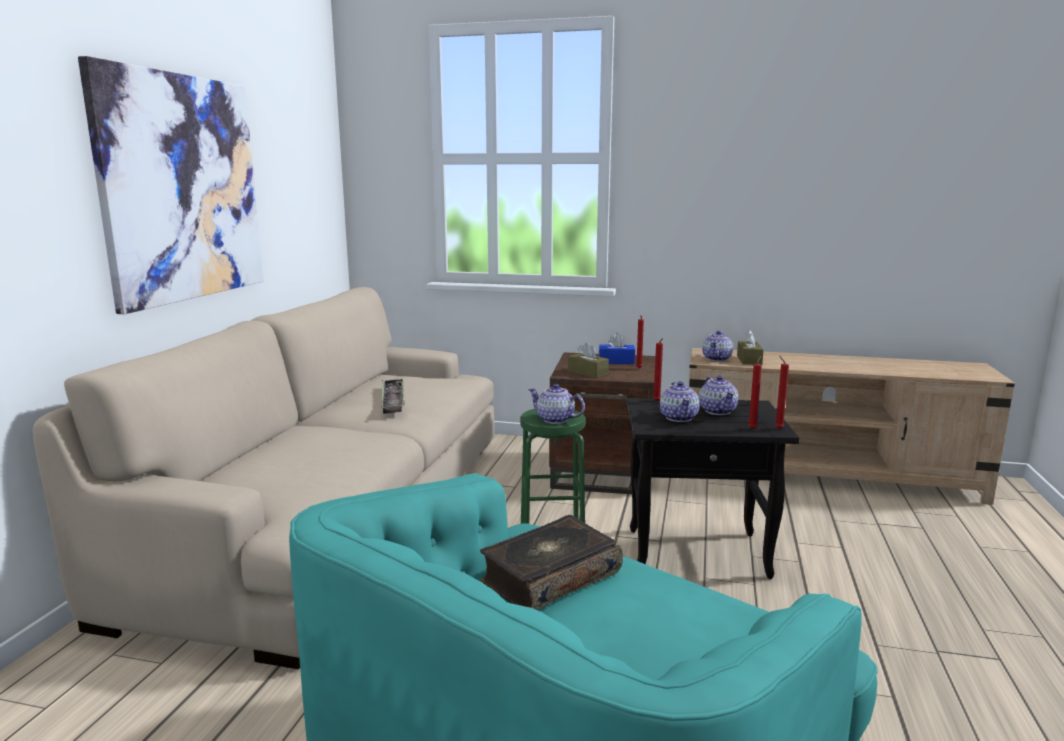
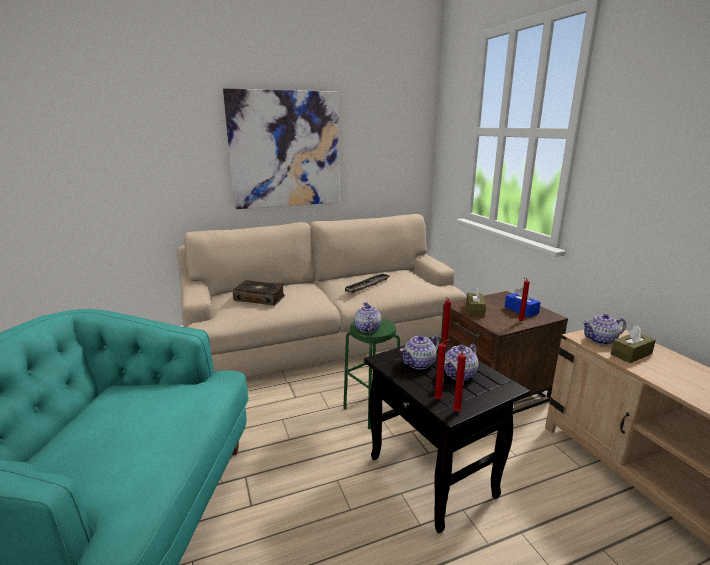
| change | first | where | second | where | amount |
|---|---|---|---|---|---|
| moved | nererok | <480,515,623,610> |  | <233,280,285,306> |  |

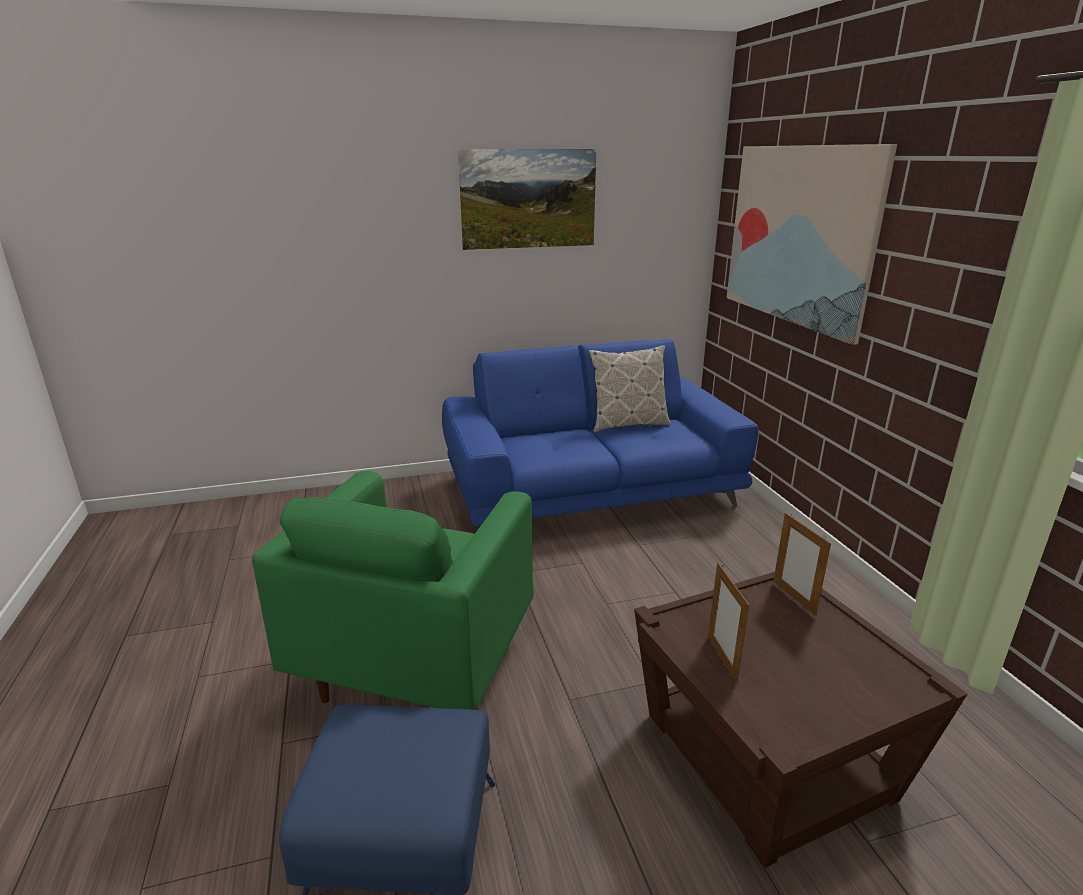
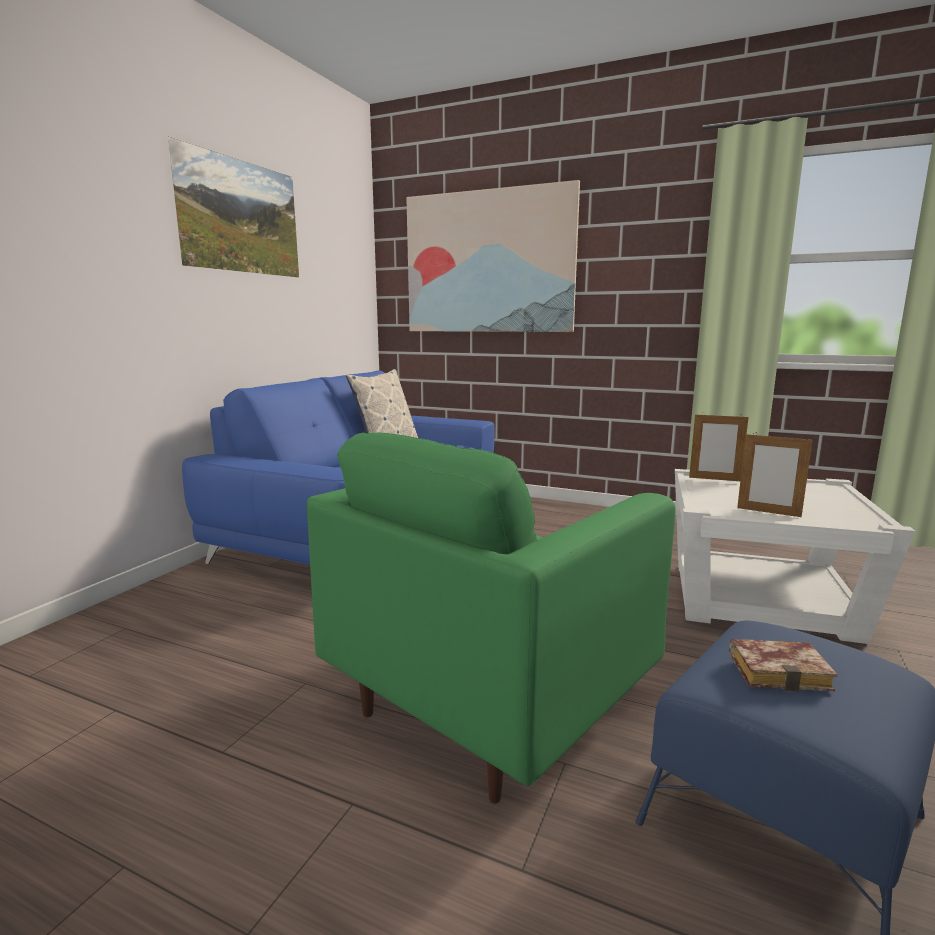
| change | first | where | second | where | amount |
|---|---|---|---|---|---|
| added |  |  | nererok | <729,639,837,692> |  |
| recoloured | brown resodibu | <634,572,968,868> | white resodibu | <675,469,915,644> |  |
| turned | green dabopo | <252,471,534,710> |  | <307,433,675,803> | 75 degrees clockwise |

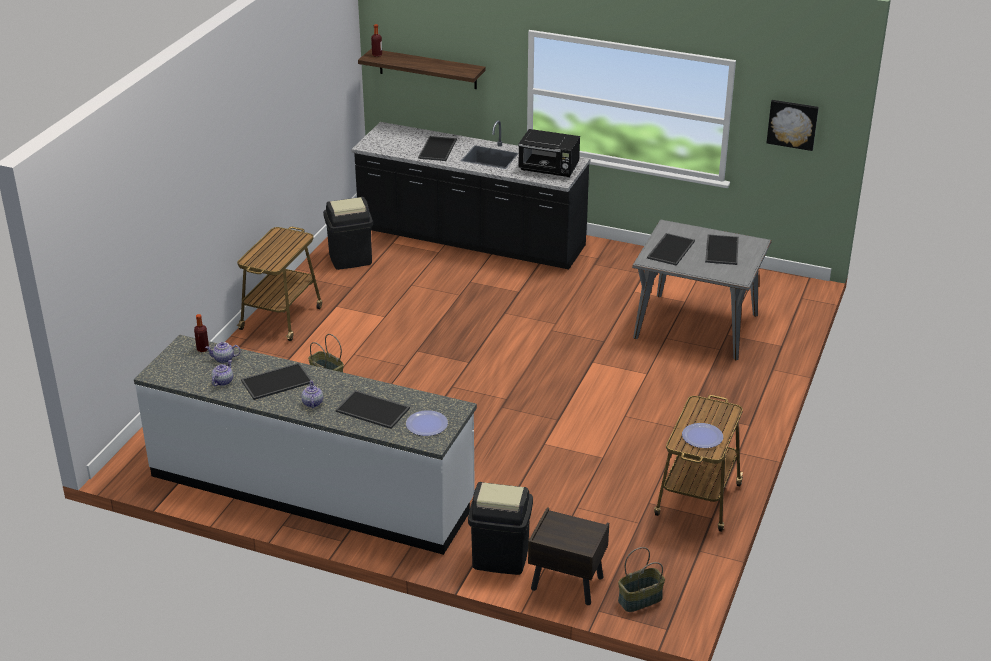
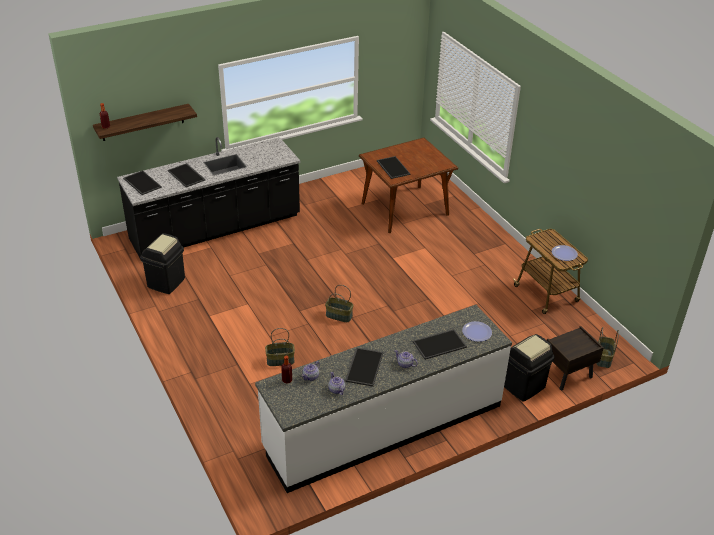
| change | first | where | second | where | amount |
|---|---|---|---|---|---|
| removed | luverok | <236,227,322,341> |  |  |  |
| removed | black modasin | <518,129,580,177> |  |  |  |
| removed | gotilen | <767,100,819,151> |  |  |  |
| added |  |  | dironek | <325,285,353,322> |  |
| moved | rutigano | <705,234,739,265> |  | <123,170,162,195> |  |
| recoloured | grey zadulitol | <632,219,772,360> | brown zadulitol | <359,138,458,233> |  |

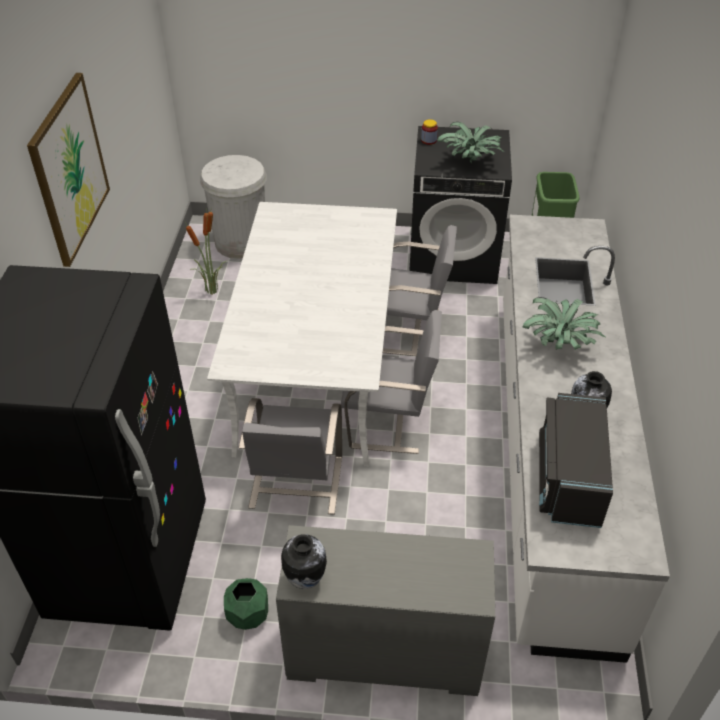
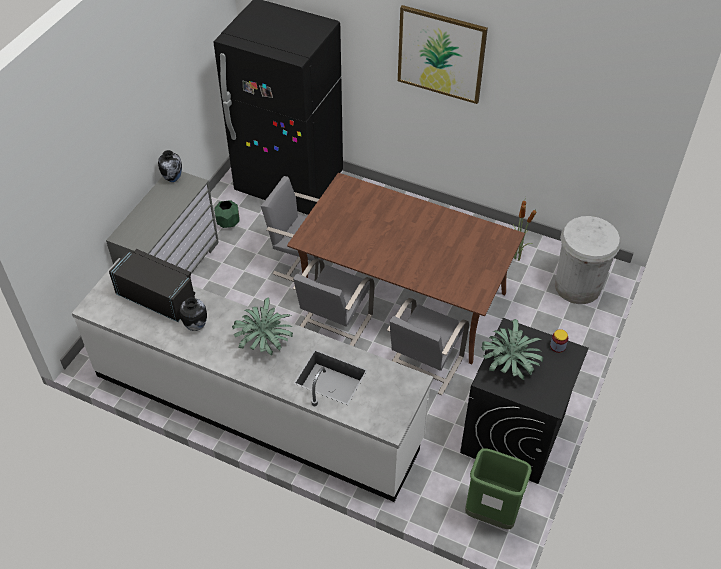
| change | first | where | second | where | amount |
|---|---|---|---|---|---|
| recoloured | white zadulitol | <207,202,397,467> | brown zadulitol | <287,173,525,364> |  |

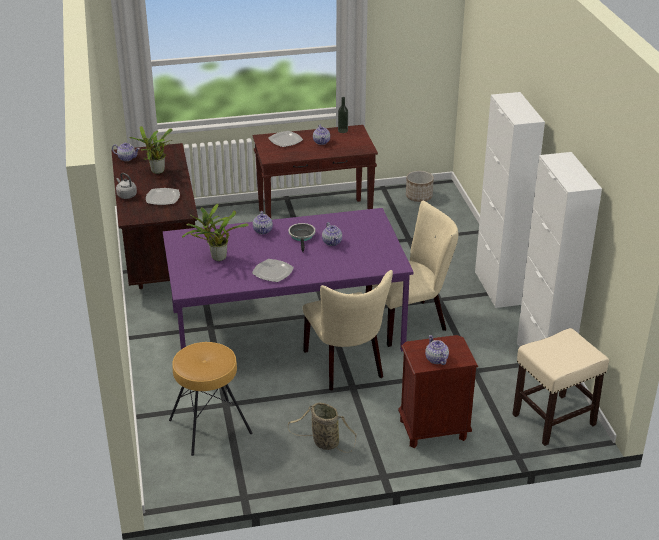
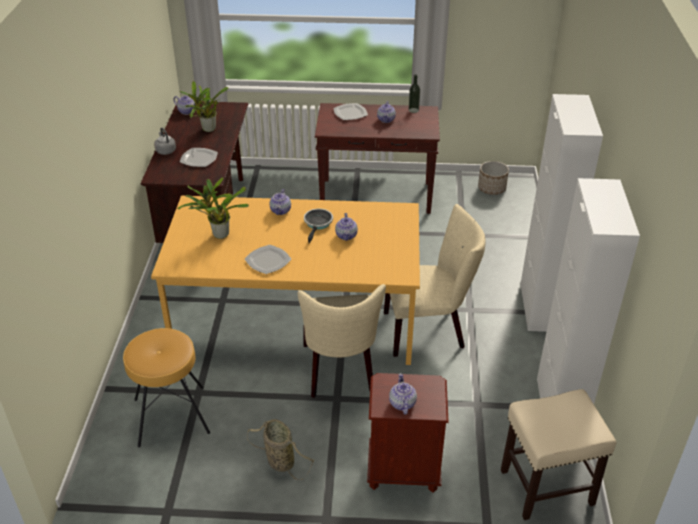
| change | first | where | second | where | amount |
|---|---|---|---|---|---|
| recoloured | purple zadulitol | <163,208,414,351> | orange zadulitol | <151,196,420,365> |  |

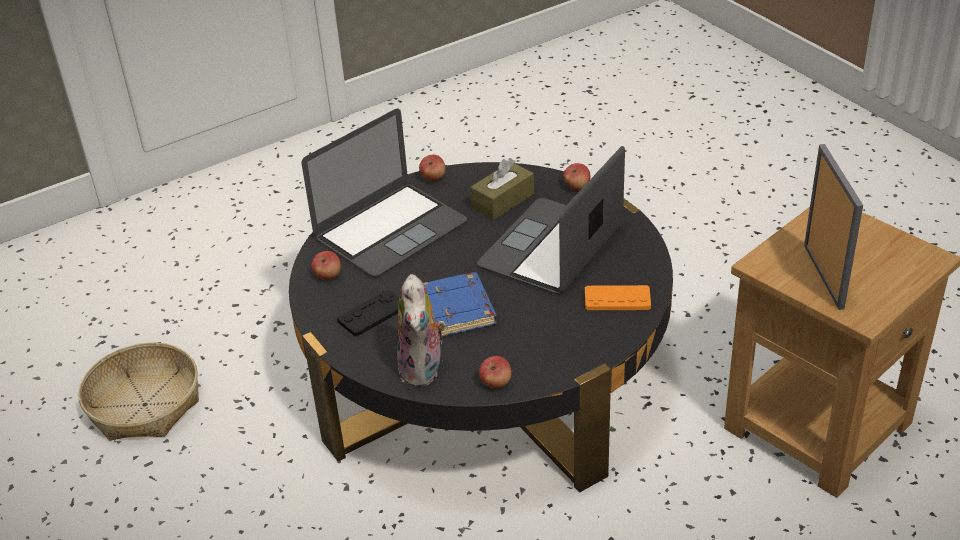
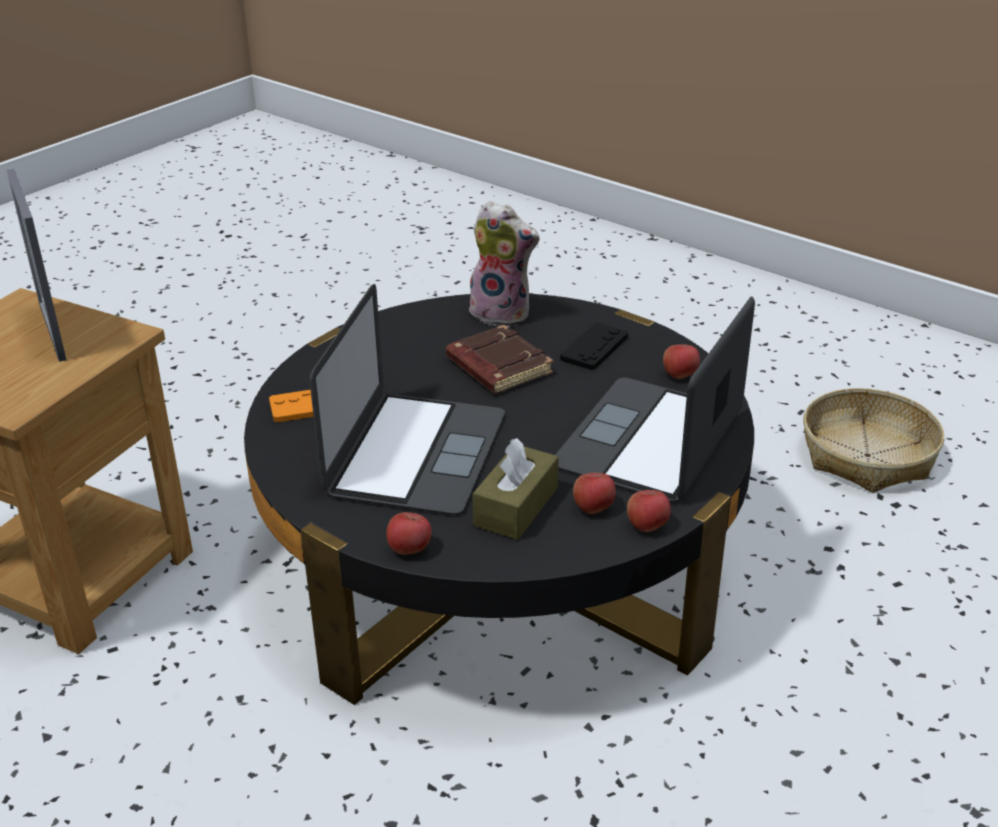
| change | first | where | second | where | amount |
|---|---|---|---|---|---|
| moved | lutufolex | <479,356,512,388> |  | <573,473,616,514> |  |
| recoloured | blue nererok | <423,272,497,337> | brown nererok | <446,325,553,394> |  |
| turned | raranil | <397,274,446,387> |  | <466,201,539,328> | 135 degrees clockwise |

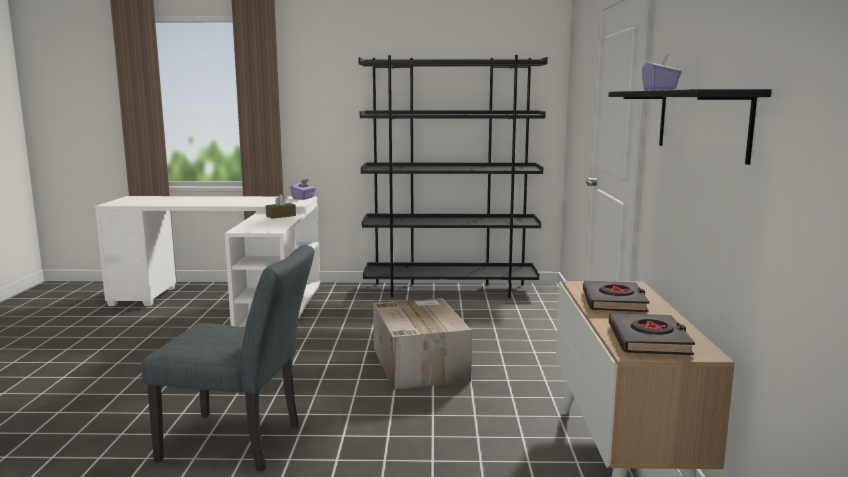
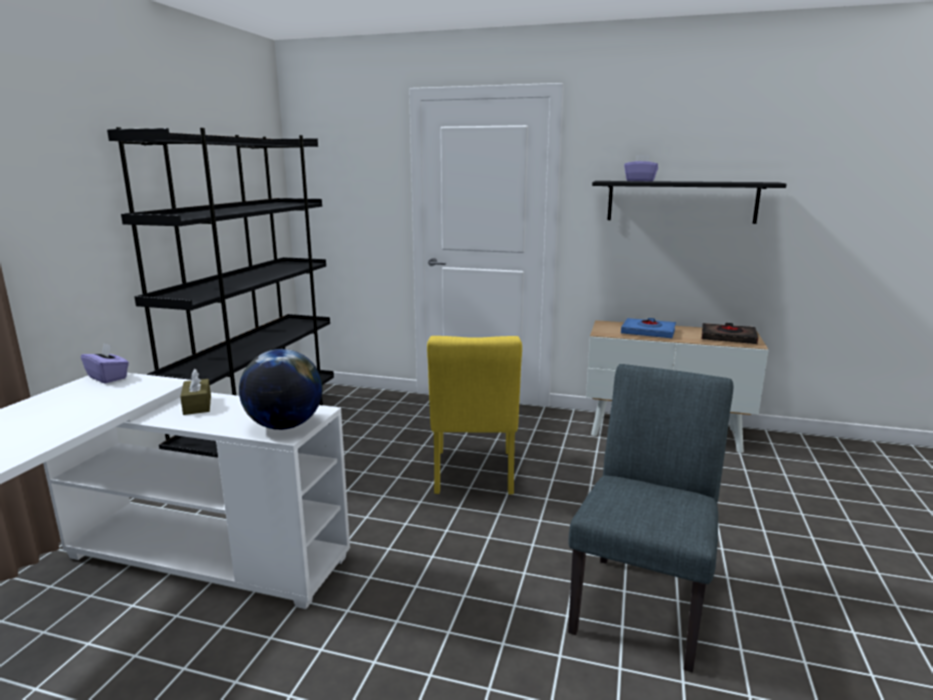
| change | first | where | second | where | amount |
|---|---|---|---|---|---|
| added |  |  | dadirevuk | <239,349,323,430> |  |
| replaced | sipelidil | <373,298,472,390> | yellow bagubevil | <427,336,522,495> |  |
| recoloured | black nererok | <583,281,649,312> | blue nererok | <621,318,676,338> |  |

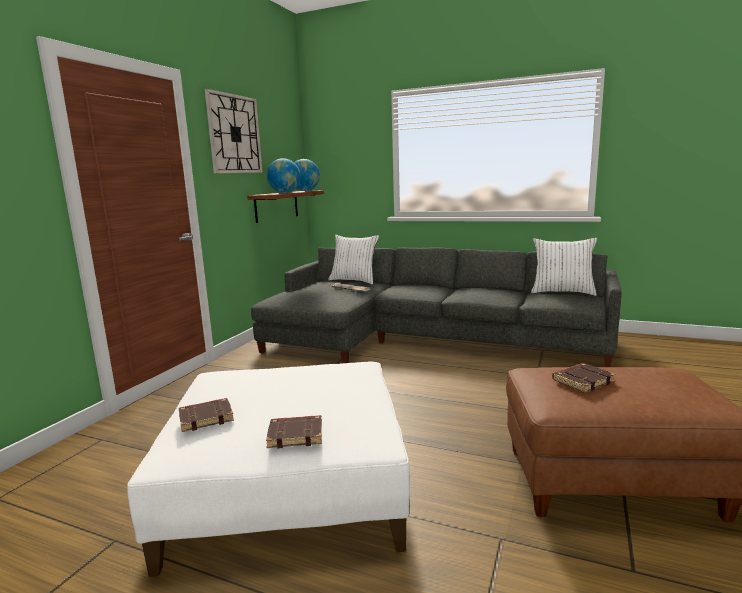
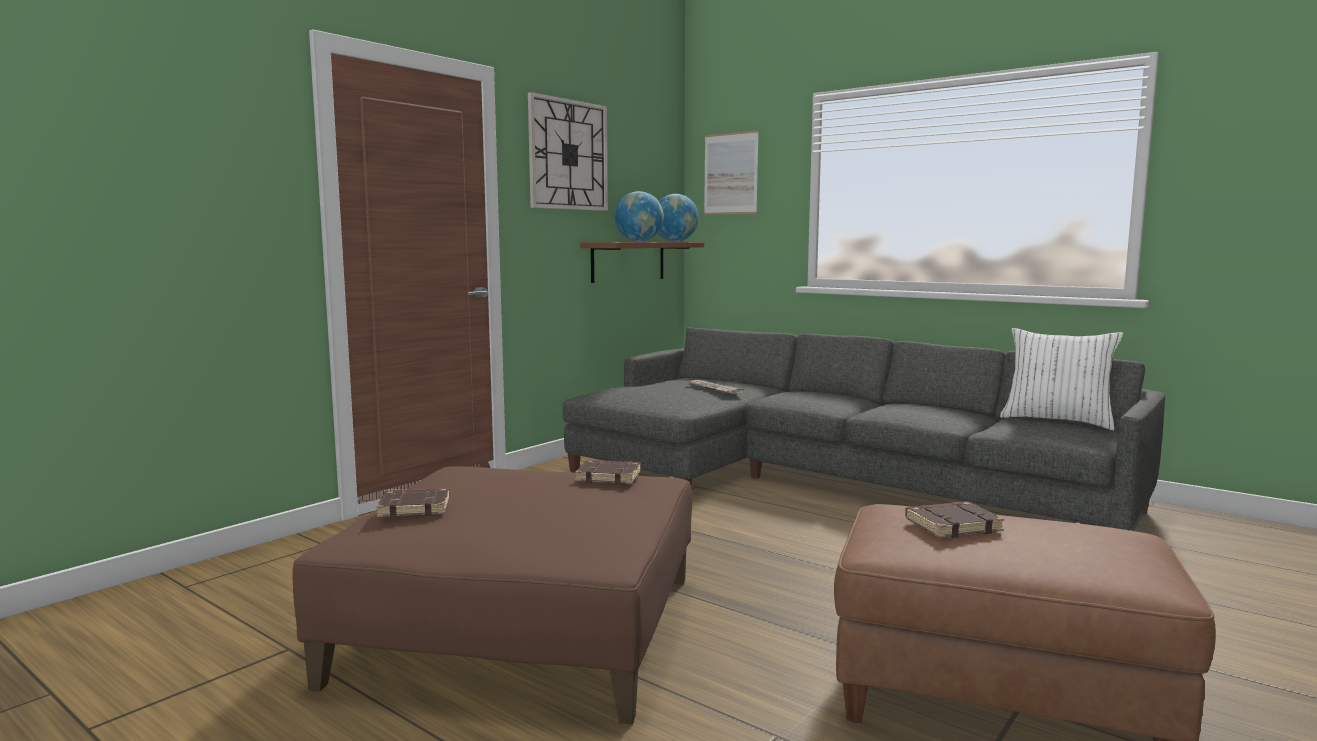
| change | first | where | second | where | amount |
|---|---|---|---|---|---|
| removed | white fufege | <328,235,379,284> |  |  |  |
| added |  |  | gotilen | <704,131,759,215> |  |
| moved | brown nererok | <266,415,322,449> |  | <575,460,641,485> |  |
| recoloured | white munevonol | <127,361,410,577> | brown munevonol | <292,466,692,725> |  |

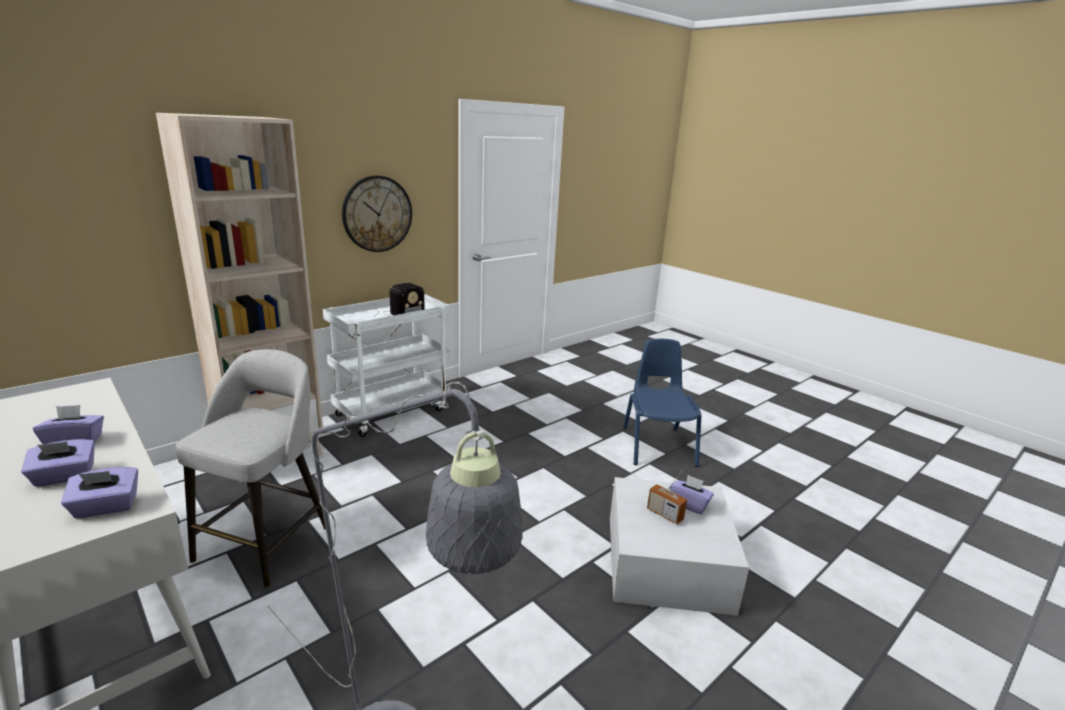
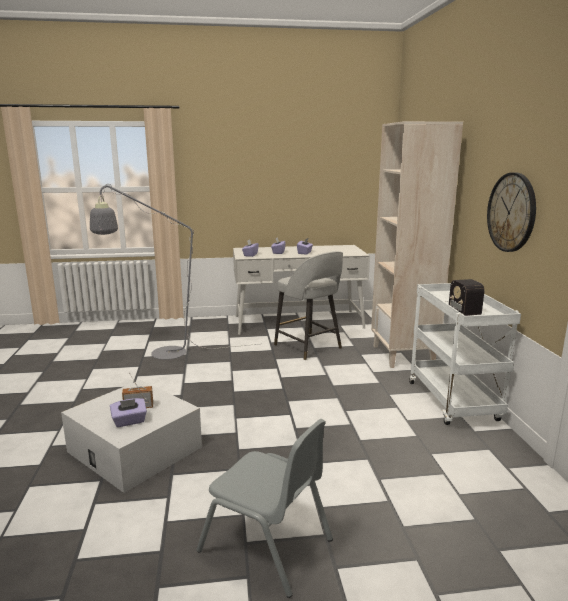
| change | first | where | second | where | amount |
|---|---|---|---|---|---|
| recoloured | blue bagubevil | <623,339,701,467> | grey bagubevil | <196,419,333,598> |  |

